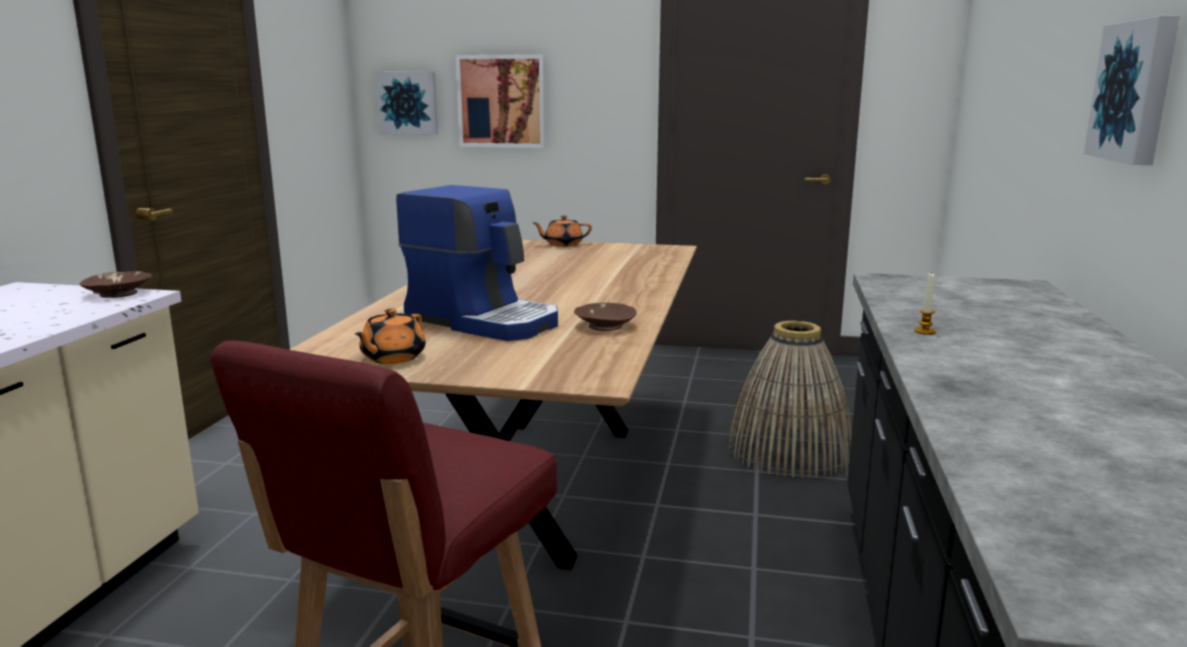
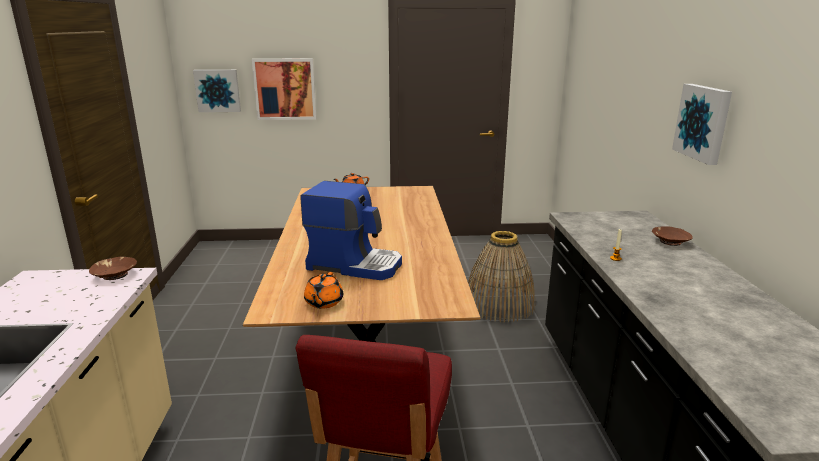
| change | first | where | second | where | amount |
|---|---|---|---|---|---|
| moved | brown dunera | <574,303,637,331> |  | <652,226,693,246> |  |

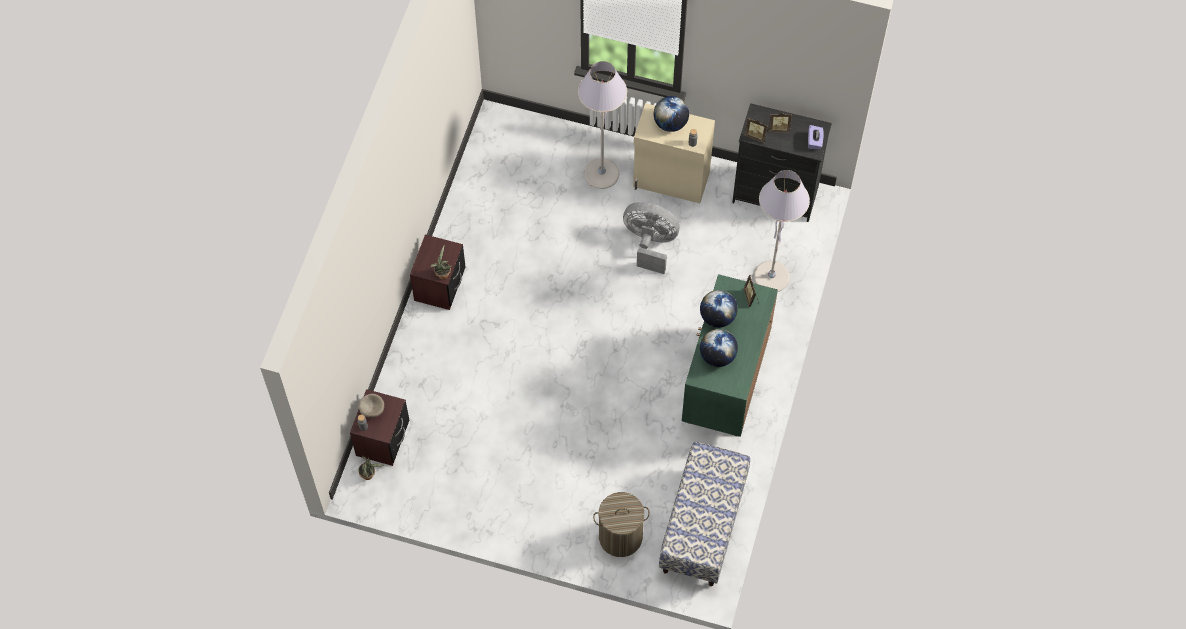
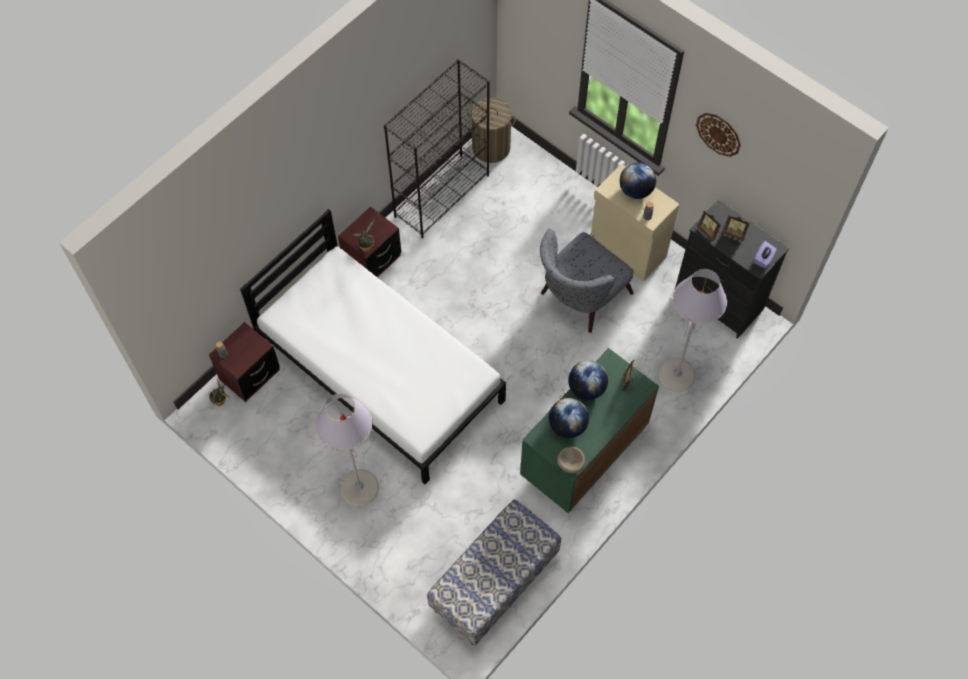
| change | first | where | second | where | amount |
|---|---|---|---|---|---|
| added |  |  | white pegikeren | <240,209,506,484> |  |
| added |  |  | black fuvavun | <384,59,490,238> |  |
| added |  |  | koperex | <696,113,741,157> |  |
| moved | beige dunera | <359,394,384,418> |  | <557,447,585,473> |  |
| moved | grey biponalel | <578,61,627,189> |  | <316,393,379,506> |  |
| moved | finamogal | <593,492,650,557> |  | <467,97,515,163> |  |
| replaced | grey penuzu | <623,202,680,274> | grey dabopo | <540,228,634,333> |  |

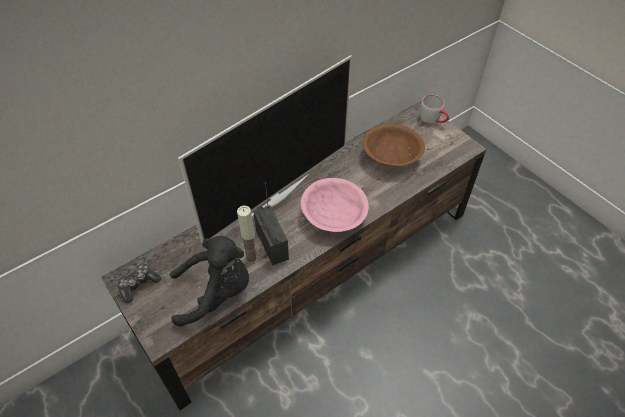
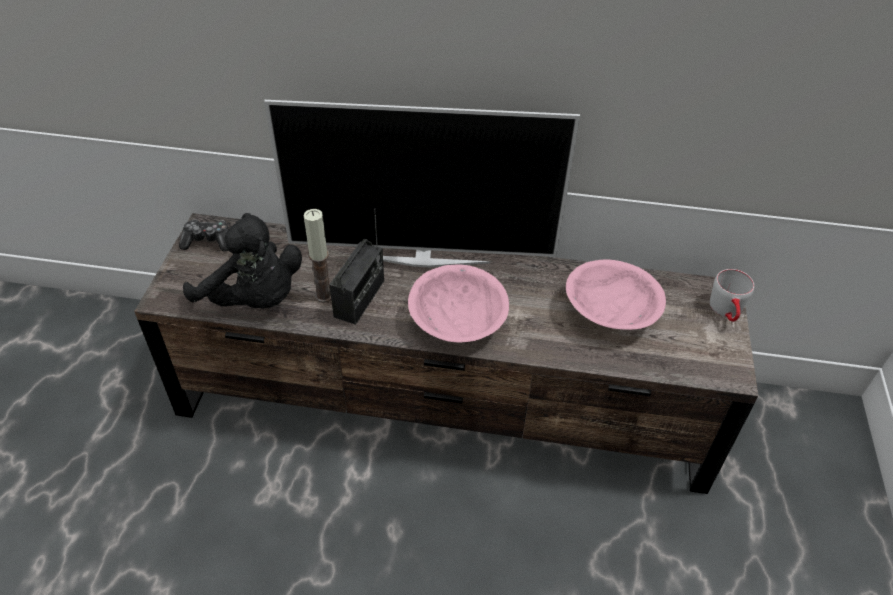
| change | first | where | second | where | amount |
|---|---|---|---|---|---|
| recoloured | brown dunera | <363,124,425,166> | pink dunera | <566,259,666,330> |  |

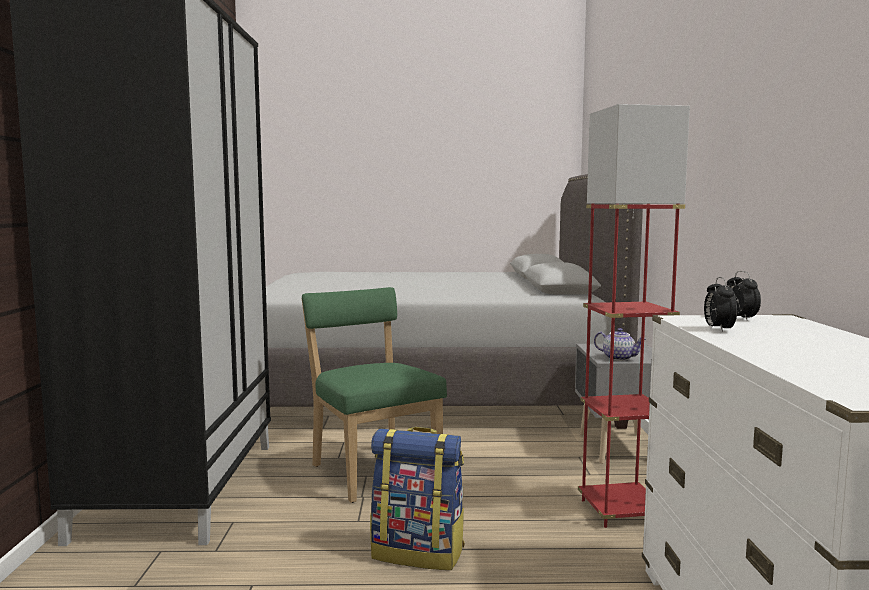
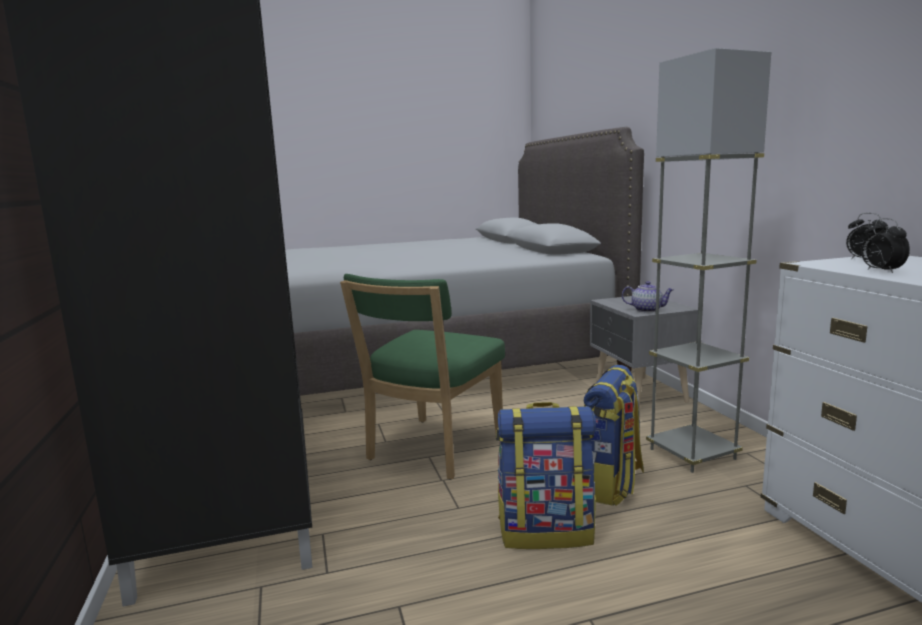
| change | first | where | second | where | amount |
|---|---|---|---|---|---|
| added |  |  | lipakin | <584,365,644,506> |  |
| recoloured | red biponalel | <578,104,690,528> | grey biponalel | <646,48,771,473> |  |
| turned | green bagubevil | <302,287,447,503> |  | <340,274,505,480> | 105 degrees counterclockwise |

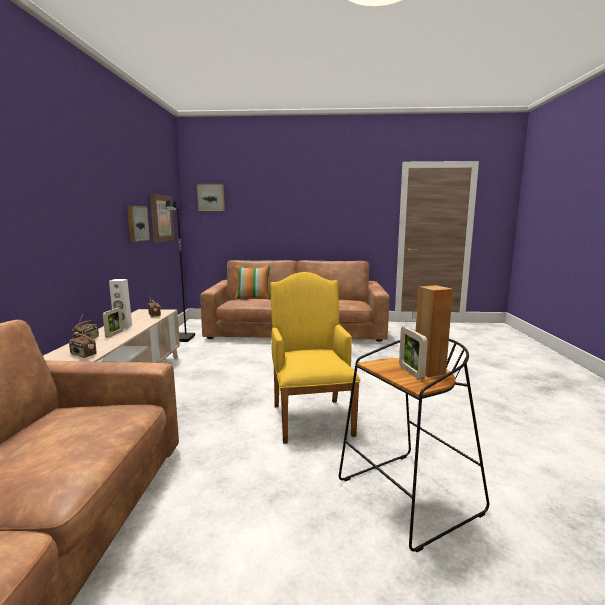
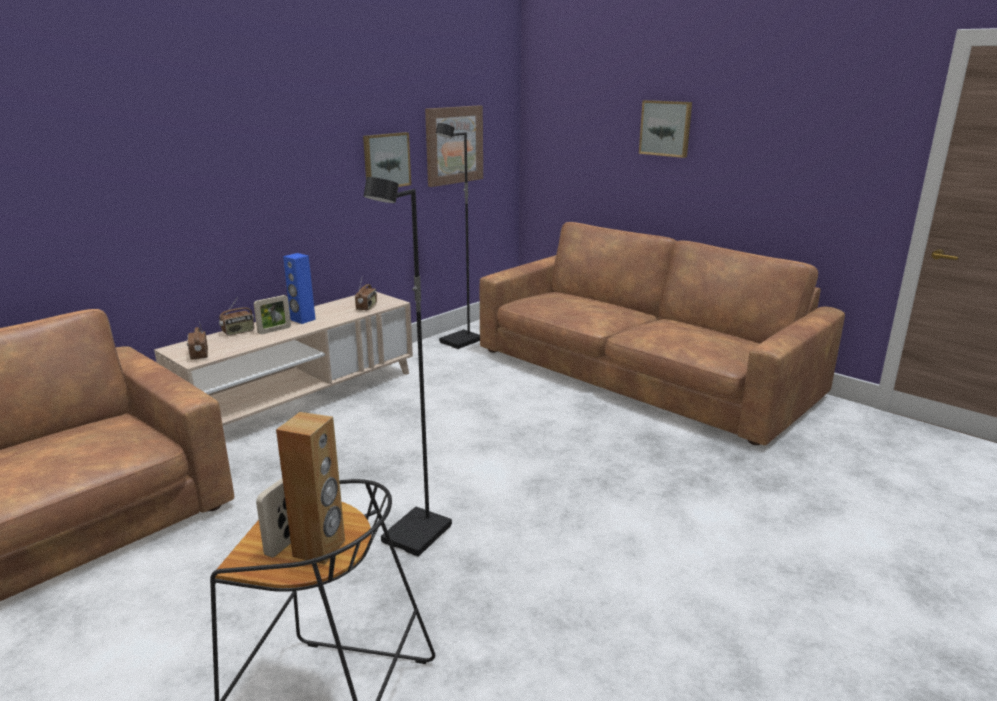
| change | first | where | second | where | amount |
|---|---|---|---|---|---|
| removed | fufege | <235,265,270,299> |  |  |  |
| moved | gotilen | <197,184,225,211> |  | <639,100,692,158> |  |
| replaced | yellow dabopo | <270,272,361,444> | black biponalel | <364,177,452,556> |  |
| recoloured | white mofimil | <109,279,132,329> | blue mofimil | <283,253,316,324> |  |

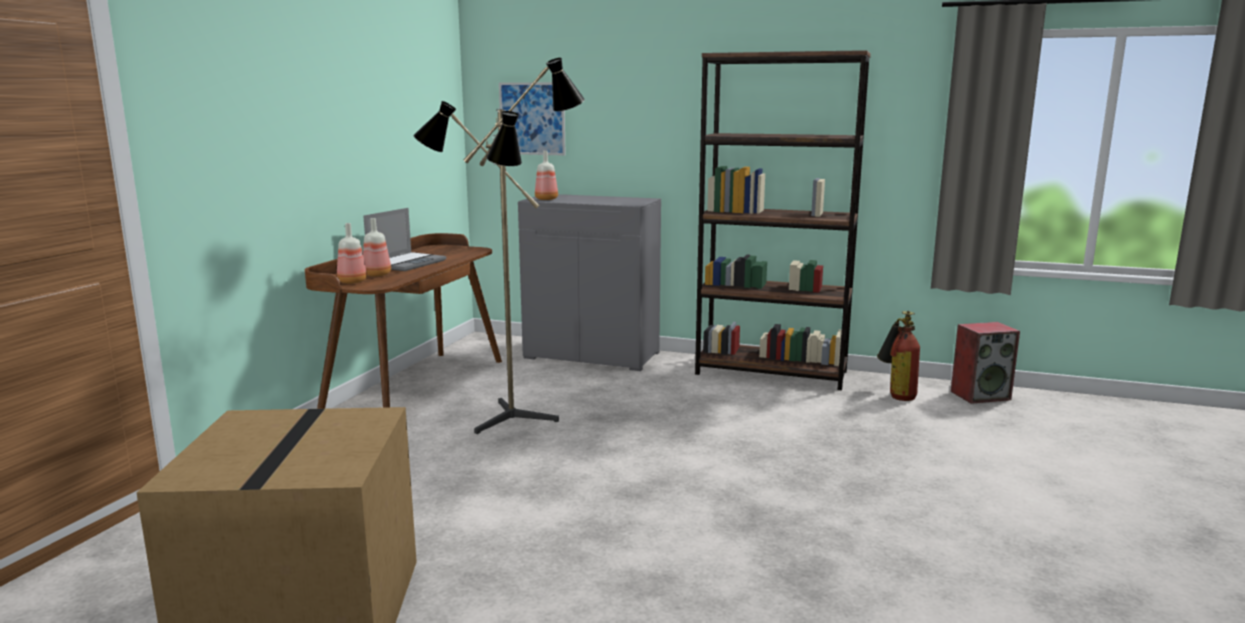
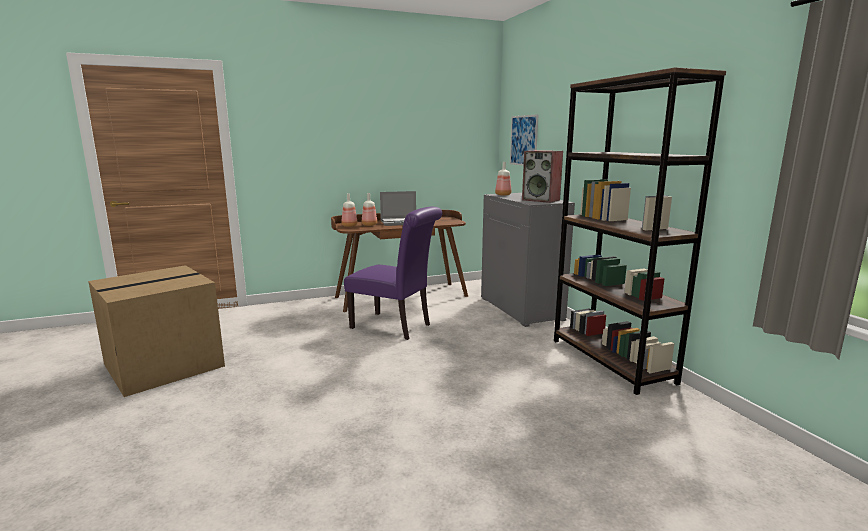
| change | first | where | second | where | amount |
|---|---|---|---|---|---|
| removed | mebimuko | <877,311,920,401> |  |  |  |
| moved | mofimil | <951,322,1020,404> |  | <522,150,563,203> |  |
| replaced | biponalel | <414,58,585,434> | purple bagubevil | <344,207,442,340> |  |

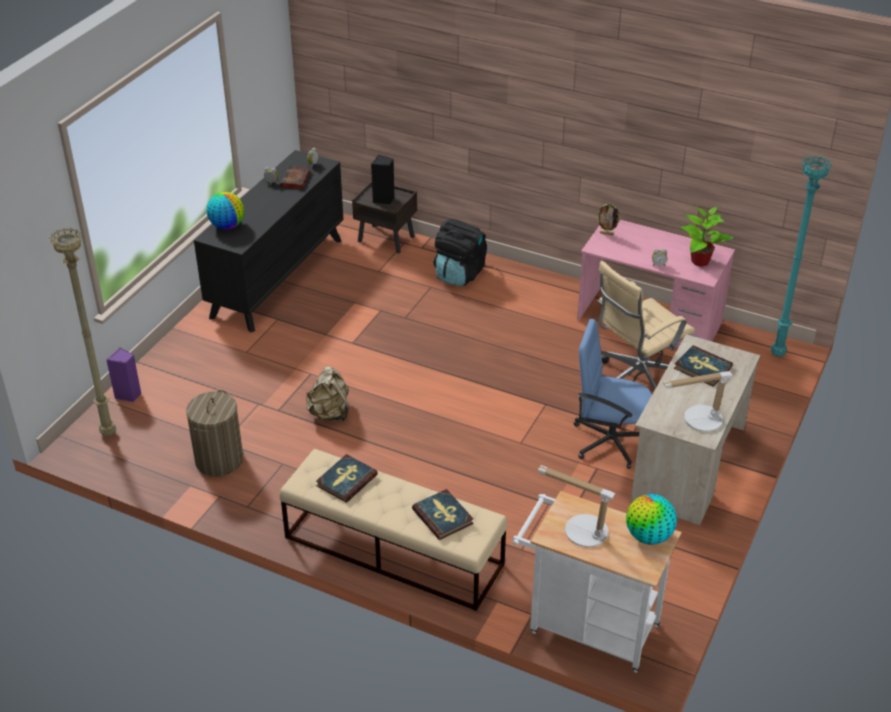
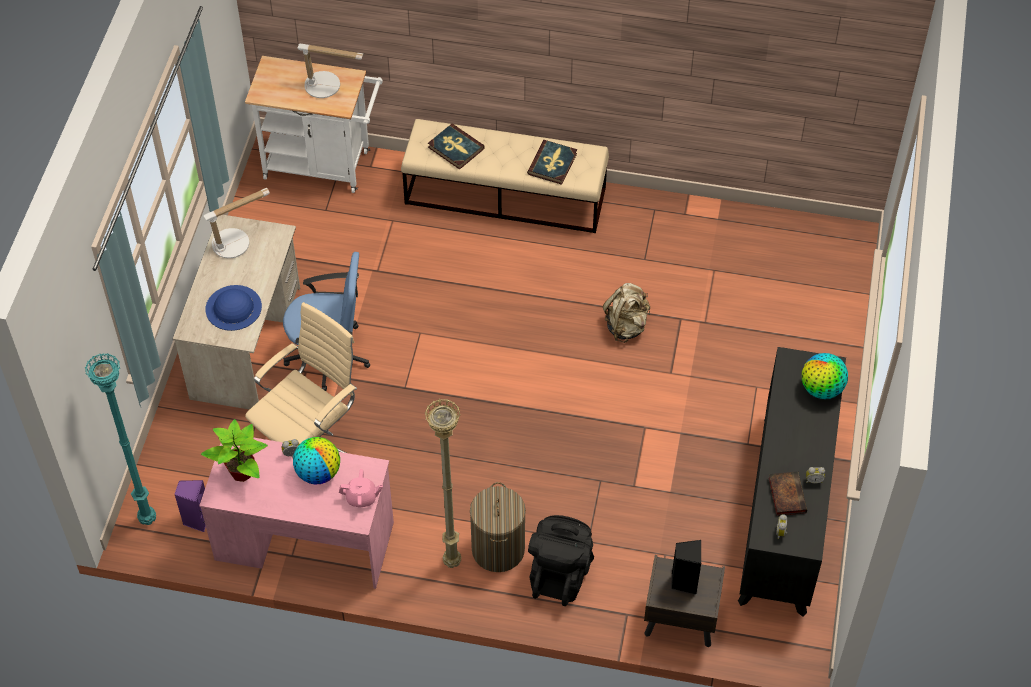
| change | first | where | second | where | amount |
|---|---|---|---|---|---|
| moved | beige biponalel | <49,228,116,436> |  | <425,399,461,568> |  |
| moved | purple mofimil | <106,347,142,402> |  | <174,480,206,532> |  |
| moved | finamogal | <186,390,243,477> |  | <470,482,526,572> |  |
| moved | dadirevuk | <626,494,677,545> |  | <293,437,340,484> |  |
| replaced | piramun | <597,203,621,235> | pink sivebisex | <339,469,383,507> |  |
| replaced | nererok | <674,345,733,387> | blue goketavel | <206,285,262,331> |  |

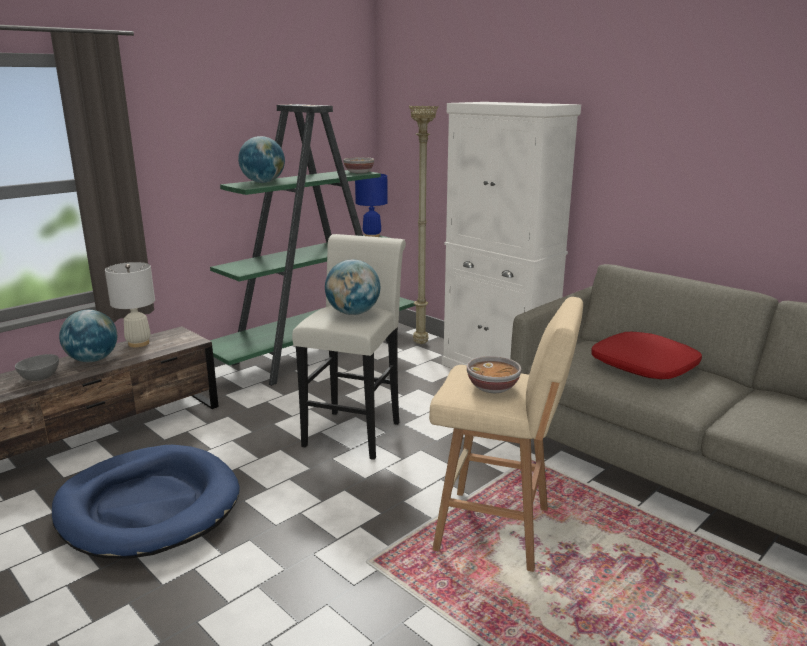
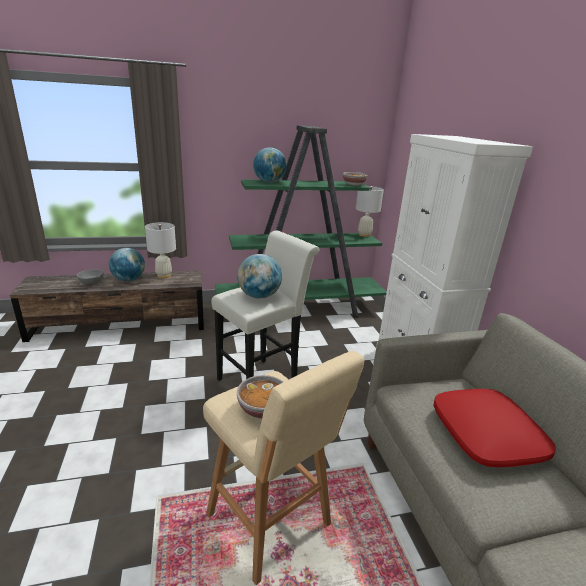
| change | first | where | second | where | amount |
|---|---|---|---|---|---|
| removed | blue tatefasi | <52,445,240,559> |  |  |  |
| removed | beige biponalel | <409,105,439,344> |  |  |  |
| recoloured | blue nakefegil | <355,174,388,237> | white nakefegil | <356,186,384,237> |  |

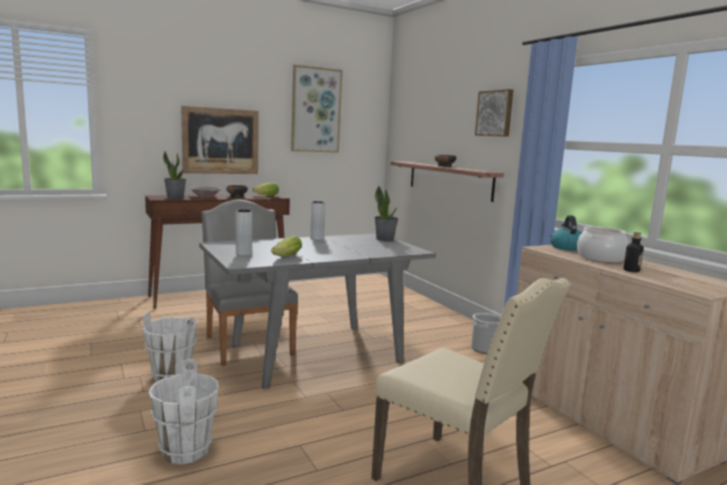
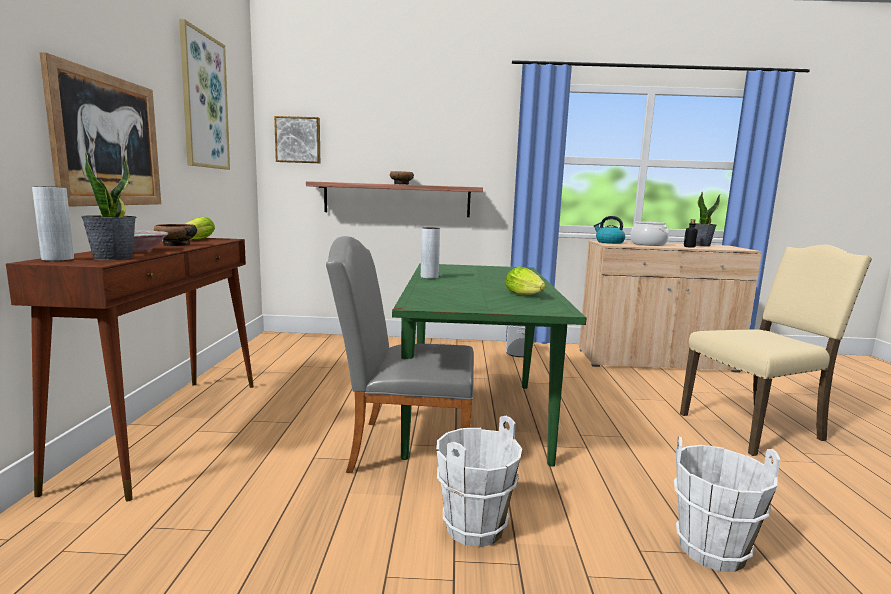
| change | first | where | second | where | amount |
|---|---|---|---|---|---|
| moved | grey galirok | <236,210,252,256> |  | <32,186,74,261> |  |
| moved | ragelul | <374,185,398,241> |  | <695,192,720,246> |  |
| moved | gotilen | <475,89,513,137> |  | <274,116,320,163> |  |
| recoloured | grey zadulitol | <199,233,436,389> | green zadulitol | <392,263,586,467> |  |

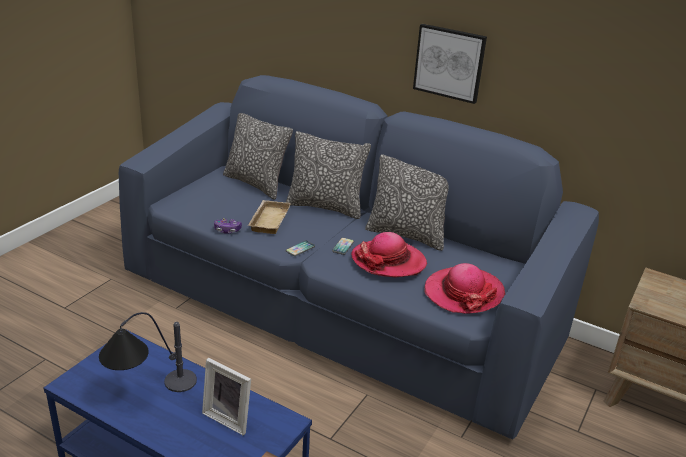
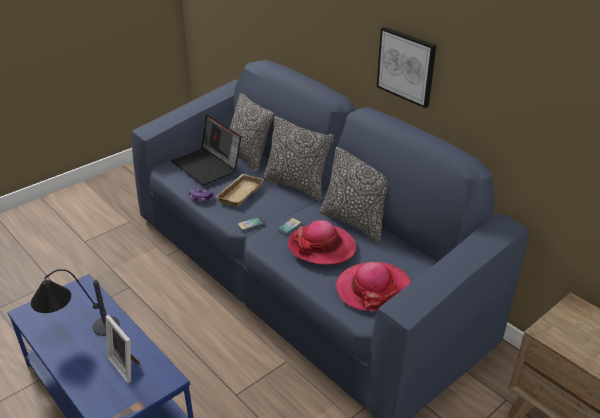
| change | first | where | second | where | amount |
|---|---|---|---|---|---|
| added |  |  | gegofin | <171,115,241,185> |  |

